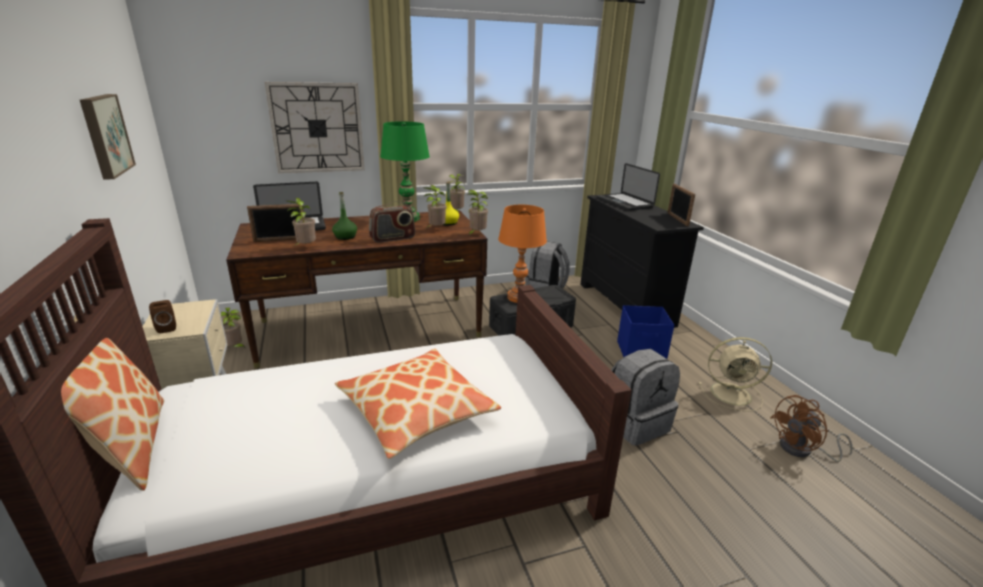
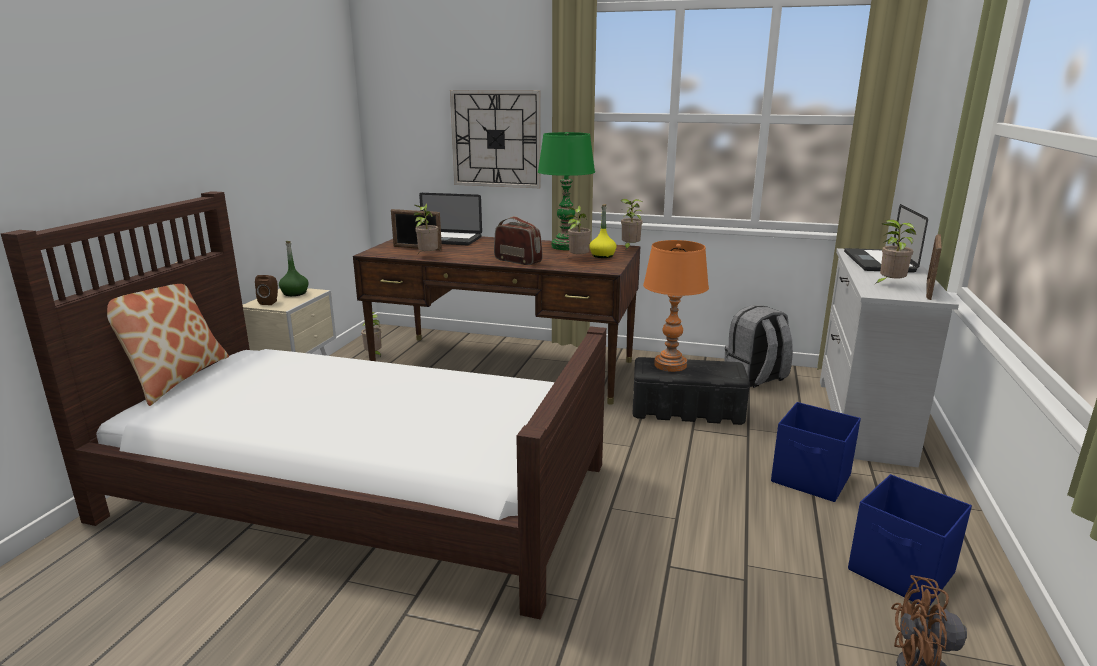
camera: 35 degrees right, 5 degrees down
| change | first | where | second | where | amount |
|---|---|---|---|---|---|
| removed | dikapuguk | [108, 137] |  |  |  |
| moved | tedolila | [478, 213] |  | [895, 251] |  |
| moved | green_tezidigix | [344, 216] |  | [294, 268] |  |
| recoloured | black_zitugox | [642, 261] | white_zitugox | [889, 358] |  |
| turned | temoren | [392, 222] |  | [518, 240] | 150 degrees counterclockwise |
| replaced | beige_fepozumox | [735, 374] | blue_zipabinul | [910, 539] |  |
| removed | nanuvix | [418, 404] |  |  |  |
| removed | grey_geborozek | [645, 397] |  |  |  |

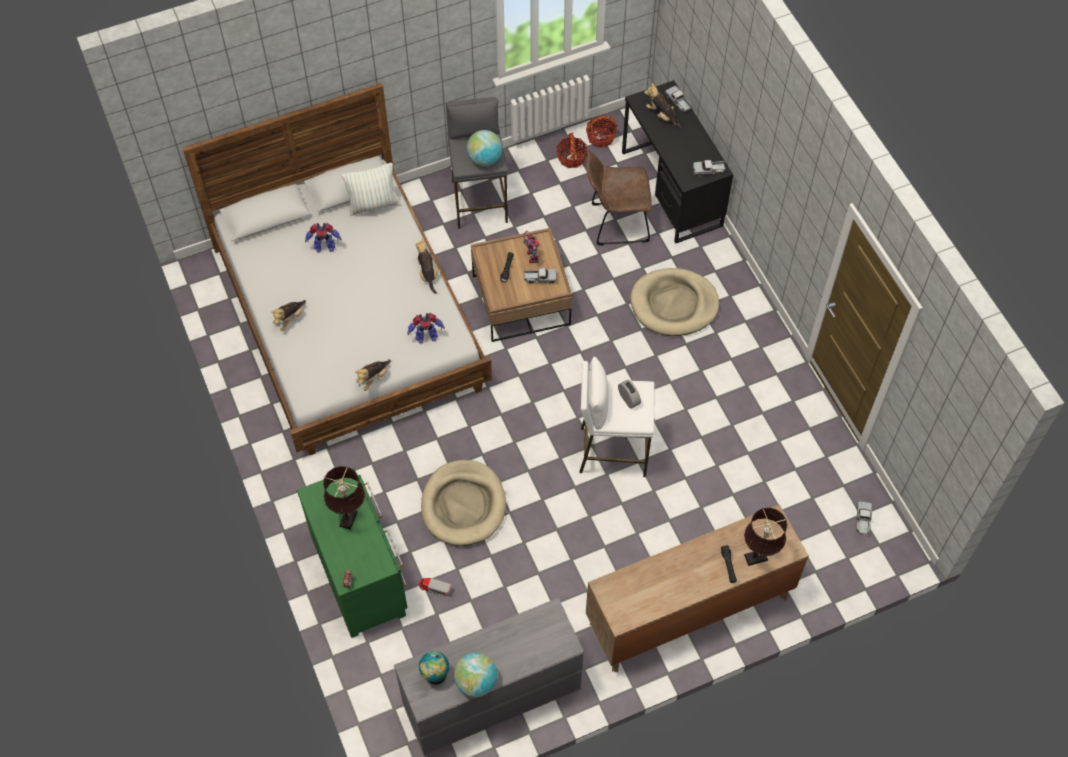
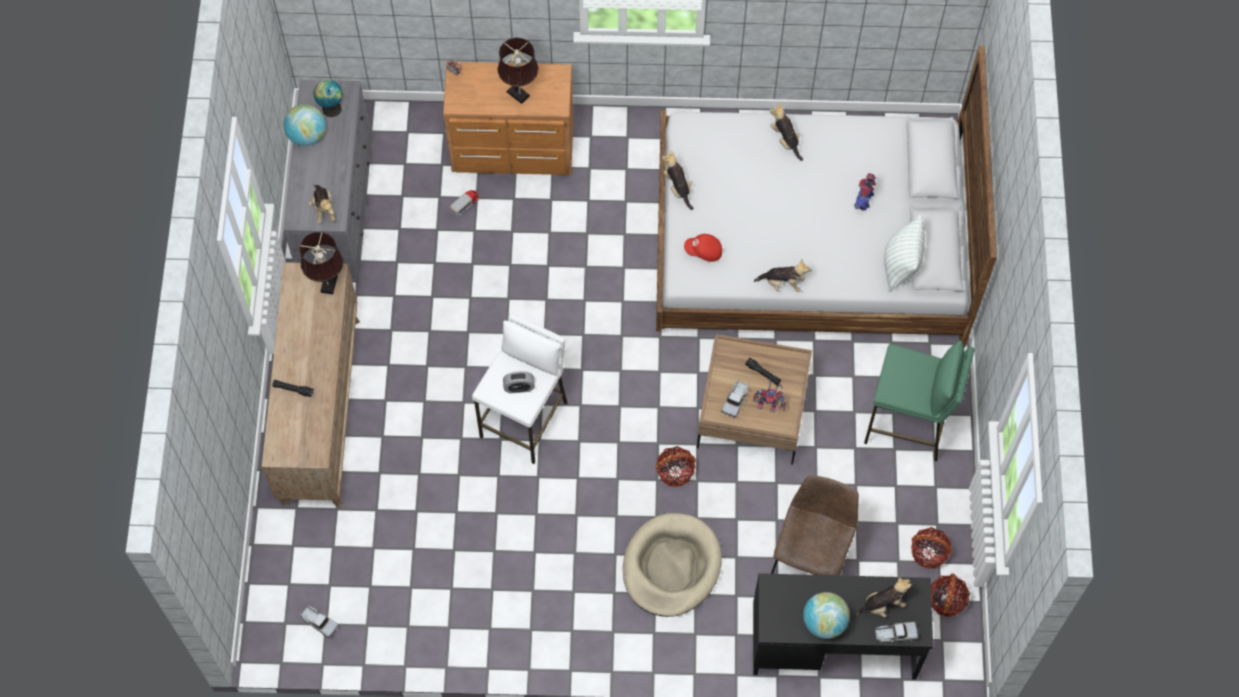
camera: 115 degrees right, 5 degrees up
| change | first | where | second | where | amount |
|---|---|---|---|---|---|
| recoloured | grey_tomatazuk | [477, 163] | green_tomatazuk | [919, 400] |  |
| moved | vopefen | [484, 148] |  | [826, 615] |  |
| removed | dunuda | [709, 168] |  |  |  |
| replaced | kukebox | [426, 328] | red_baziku | [703, 248] |  |
| removed | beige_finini | [463, 503] |  |  |  |
| recoloured | green_zitugox | [352, 553] | brown_zitugox | [508, 118] |  |
| moved | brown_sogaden | [765, 537] |  | [321, 263] |  |
| added |  |  | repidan | [321, 204] |  |
| added |  |  | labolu | [675, 466] |  |

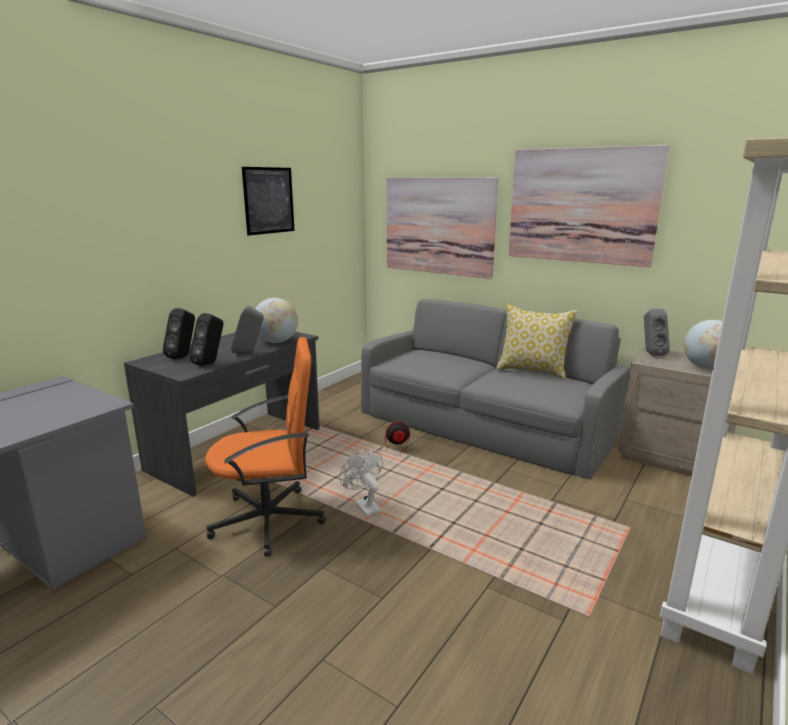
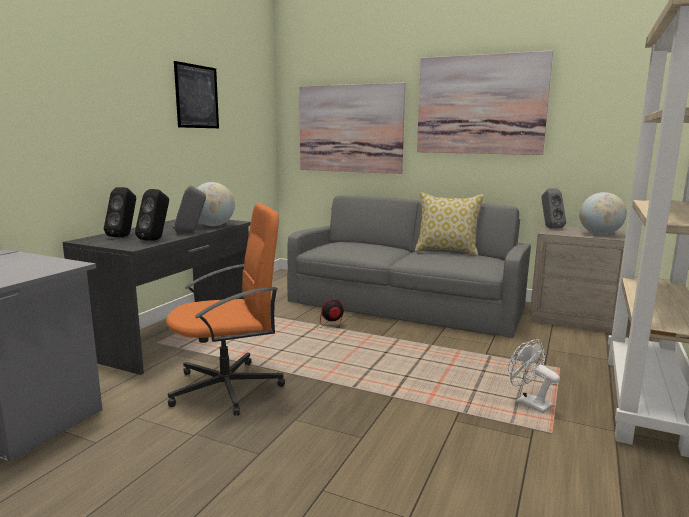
camera: 10 degrees left, 5 degrees down
| change | first | where | second | where | amount |
|---|---|---|---|---|---|
| moved | white_fepozumox | [361, 483] |  | [534, 376] |  |

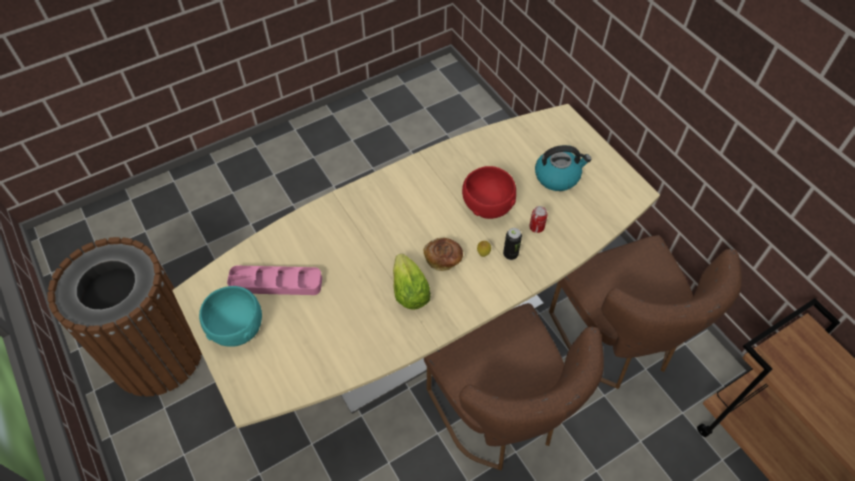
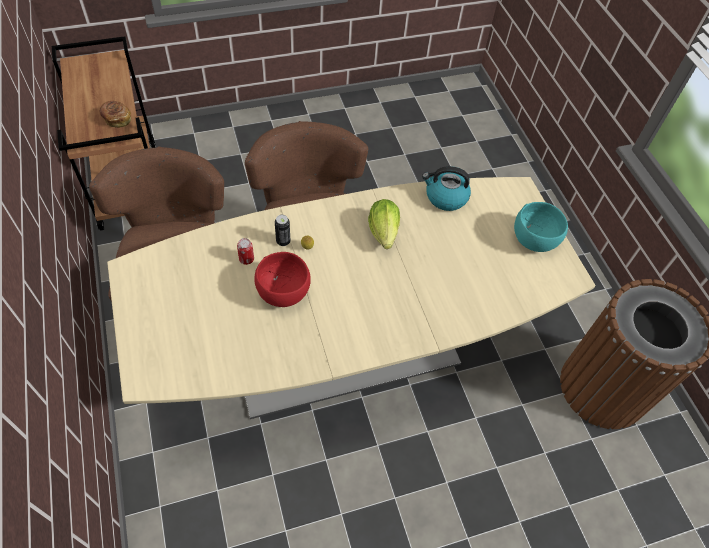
camera: 170 degrees left, 0 degrees up
| change | first | where | second | where | amount |
|---|---|---|---|---|---|
| moved | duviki | [563, 168] |  | [446, 188] |  |
| moved | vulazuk | [443, 254] |  | [115, 114] |  |
| removed | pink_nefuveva | [274, 280] |  |  |  |

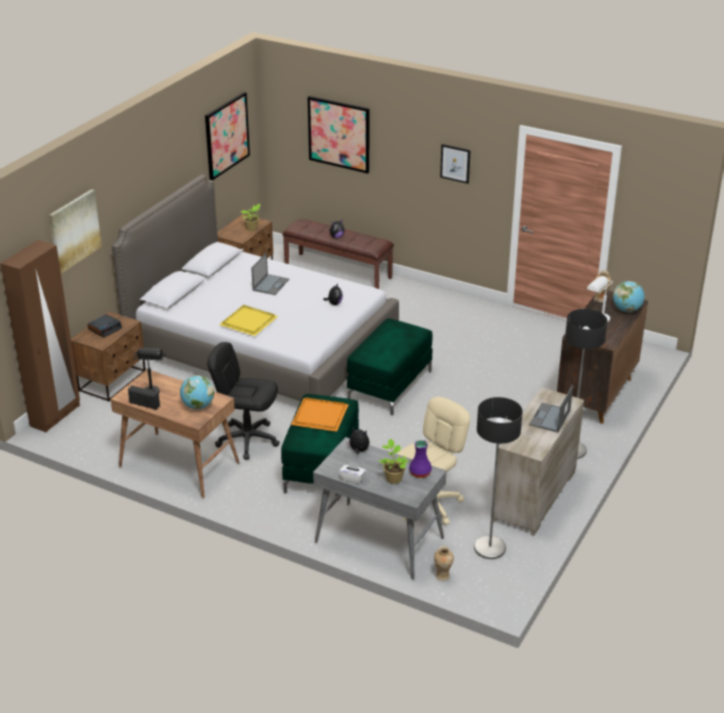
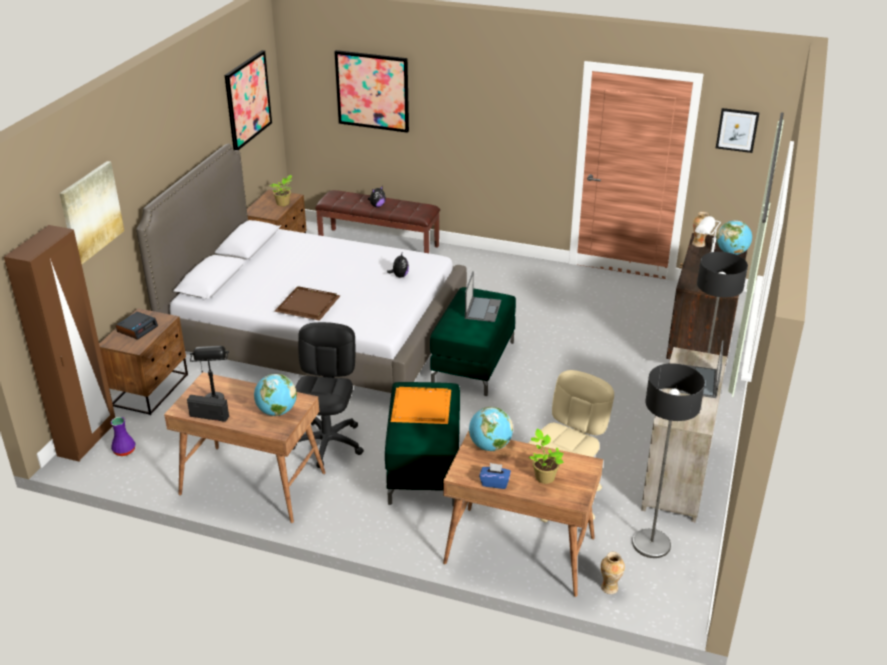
camera: 10 degrees left, 0 degrees up
| change | first | where | second | where | amount |
|---|---|---|---|---|---|
| moved | dikapuguk | [455, 164] |  | [738, 130] |  |
| moved | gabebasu | [270, 274] |  | [483, 296] |  |
| recoloured | yellow_nefuveva | [248, 320] | brown_nefuveva | [307, 303] |  |
| turned | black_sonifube | [243, 401] |  | [328, 395] | 90 degrees clockwise |
| replaced | repidan | [358, 441] | vopefen | [491, 429] |  |
| recoloured | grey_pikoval | [379, 508] | brown_pikoval | [523, 514] |  |
| moved | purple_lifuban | [420, 459] |  | [123, 436] |  |
| recoloured | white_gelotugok | [352, 473] | blue_gelotugok | [495, 476] |  |

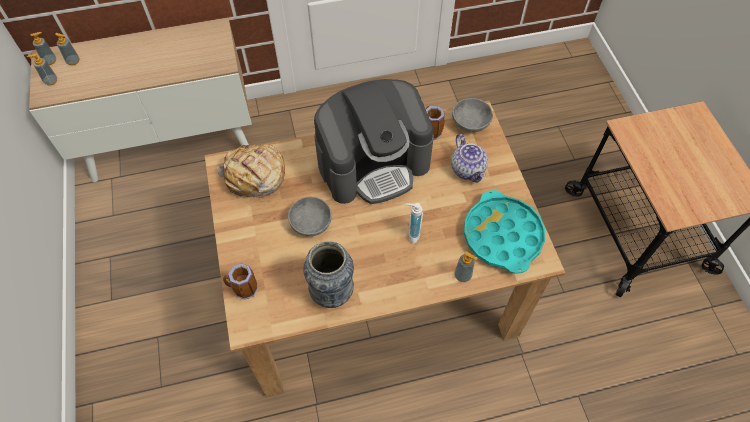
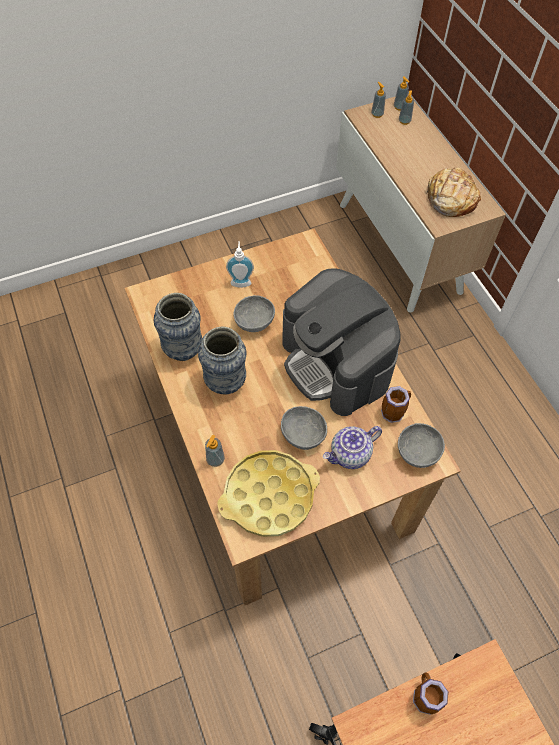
camera: 80 degrees right, 0 degrees up
| change | first | where | second | where | amount |
|---|---|---|---|---|---|
| moved | vulazuk | [251, 171] |  | [453, 192] |  |
| recoloured | turquoise_nefuveva | [504, 232] | yellow_nefuveva | [268, 493] |  |
| moved | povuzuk | [414, 223] |  | [240, 264] |  |
| moved | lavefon | [240, 281] |  | [430, 693] |  |
| added |  |  | lifuban | [222, 361] |  |
| added |  |  | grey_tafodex | [304, 428] |  |

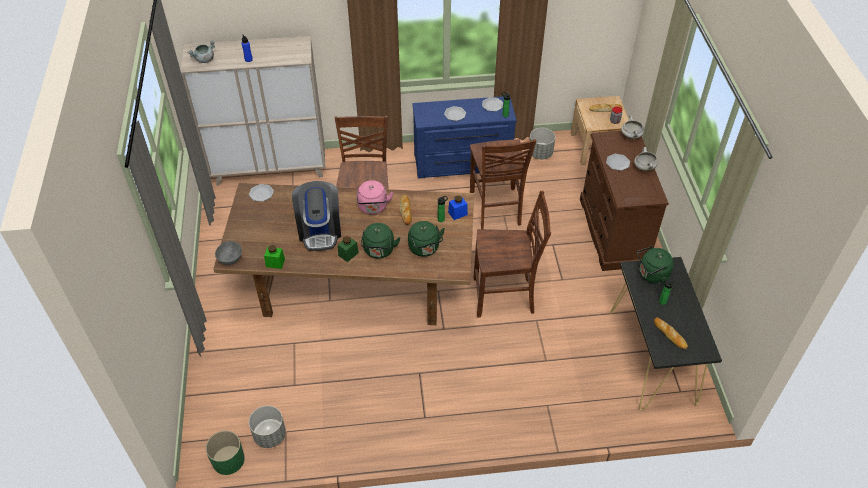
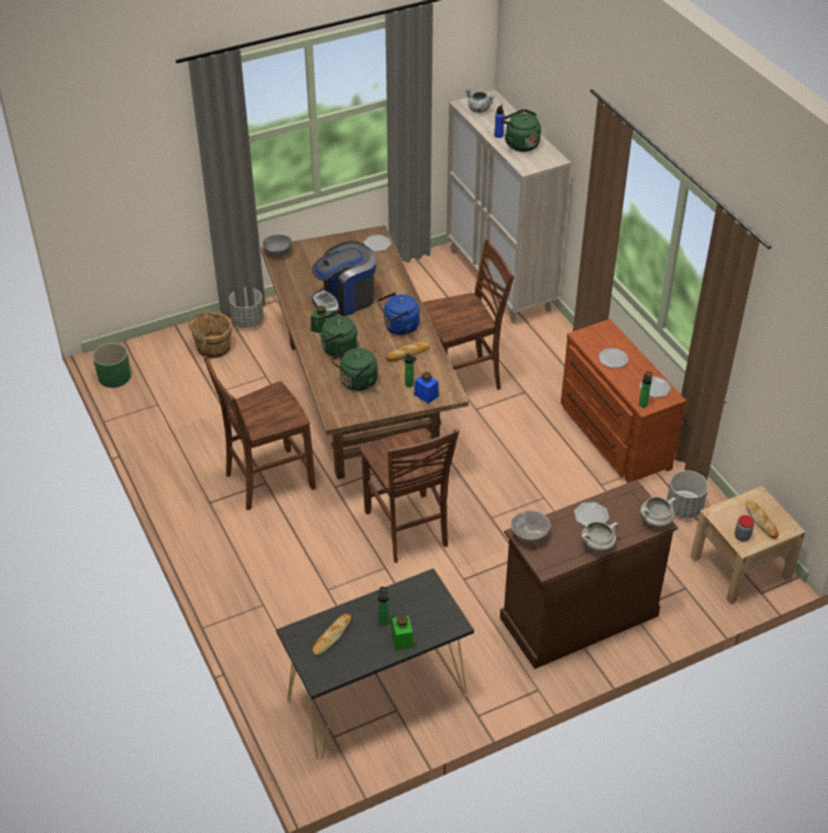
camera: 70 degrees right, 5 degrees down
| change | first | where | second | where | amount |
|---|---|---|---|---|---|
| recoloured | blue_zitugox | [465, 137] | brown_zitugox | [623, 401] |  |
| moved | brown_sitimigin | [503, 184] |  | [259, 432] |  |
| recoloured | pink_duviki | [375, 197] | blue_duviki | [398, 313] |  |
| moved | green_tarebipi | [274, 257] |  | [402, 632] |  |
| moved | green_duviki | [655, 265] |  | [520, 130] |  |
| moved | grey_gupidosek | [267, 427] |  | [246, 307] |  |
| added |  |  | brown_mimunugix | [210, 334] |  |
| added |  |  | grey_tafodex | [531, 526] |  |

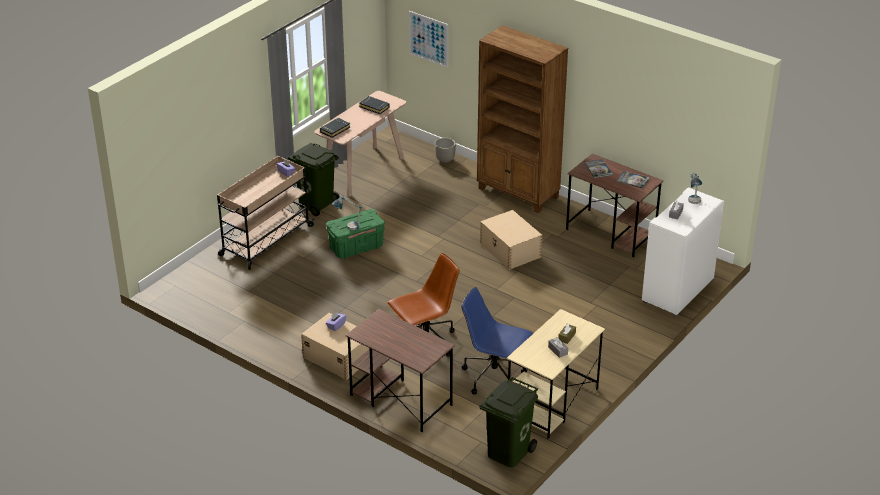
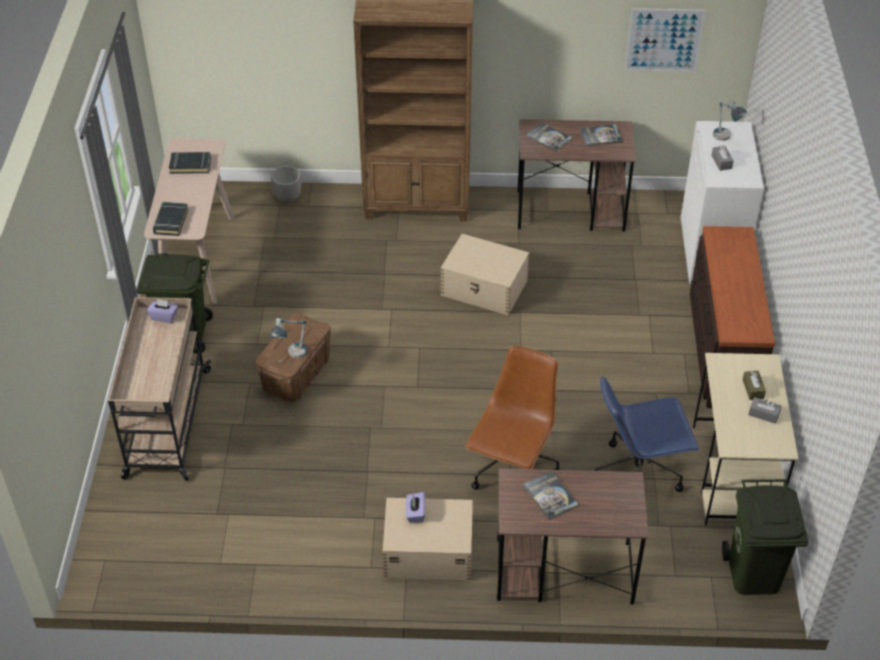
camera: 35 degrees left, 10 degrees up
| change | first | where | second | where | amount |
|---|---|---|---|---|---|
| moved | dikapuguk | [428, 39] |  | [665, 40] |  |
| recoloured | green_zipabinul | [355, 234] | brown_zipabinul | [293, 357] |  |
| added |  |  | brown_zitugox | [732, 317] |  |
| added |  |  | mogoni | [551, 495] |  |

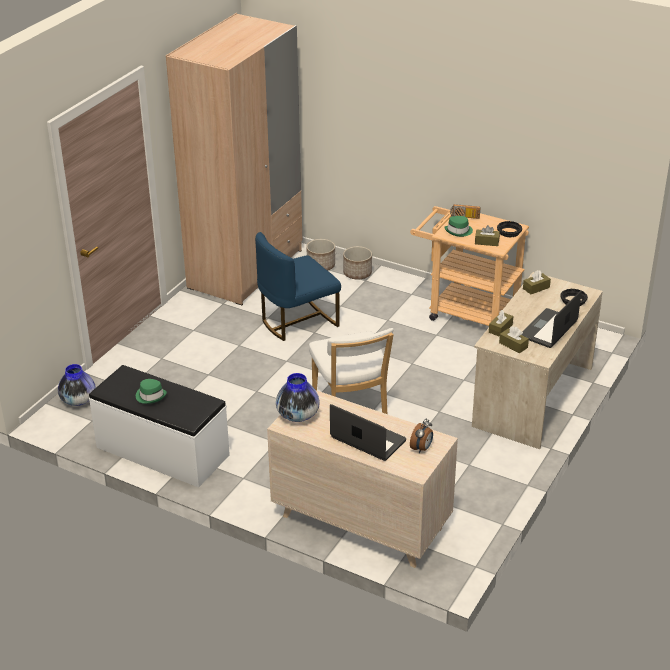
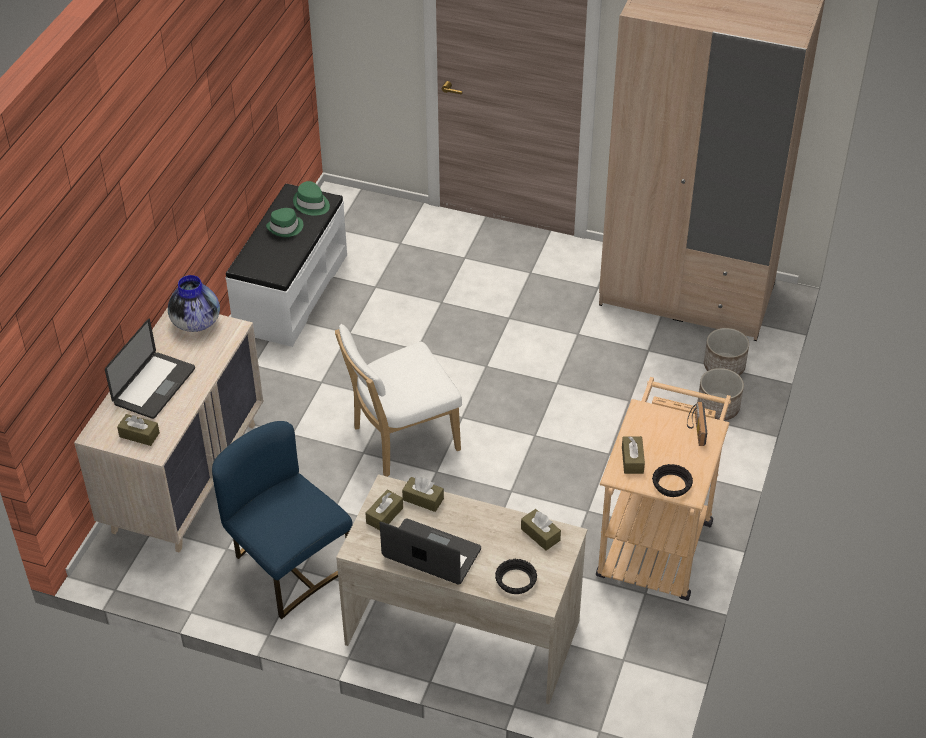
camera: 80 degrees right, 10 degrees up
| change | first | where | second | where | amount |
|---|---|---|---|---|---|
| moved | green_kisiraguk | [458, 226] |  | [311, 198] |  |
| moved | blue_sitimigin | [298, 286] |  | [282, 520] |  |
| removed | lifuban | [77, 385] |  |  |  |
| replaced | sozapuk | [421, 436] | brown_gelotugok | [138, 430] |  |

